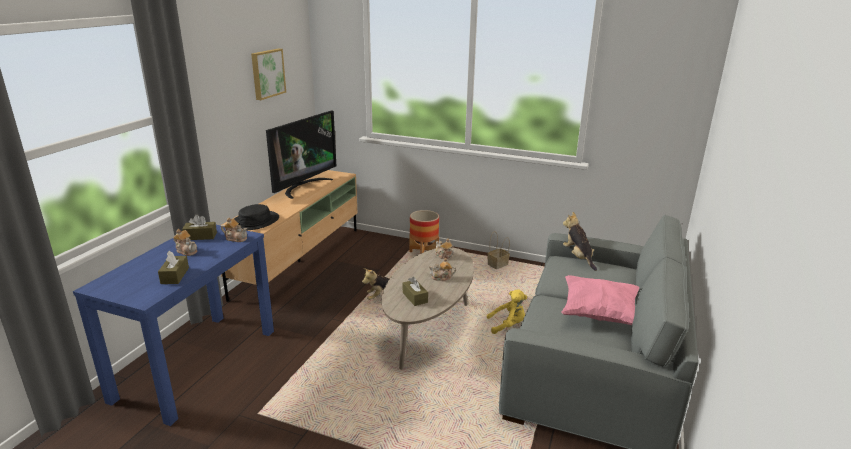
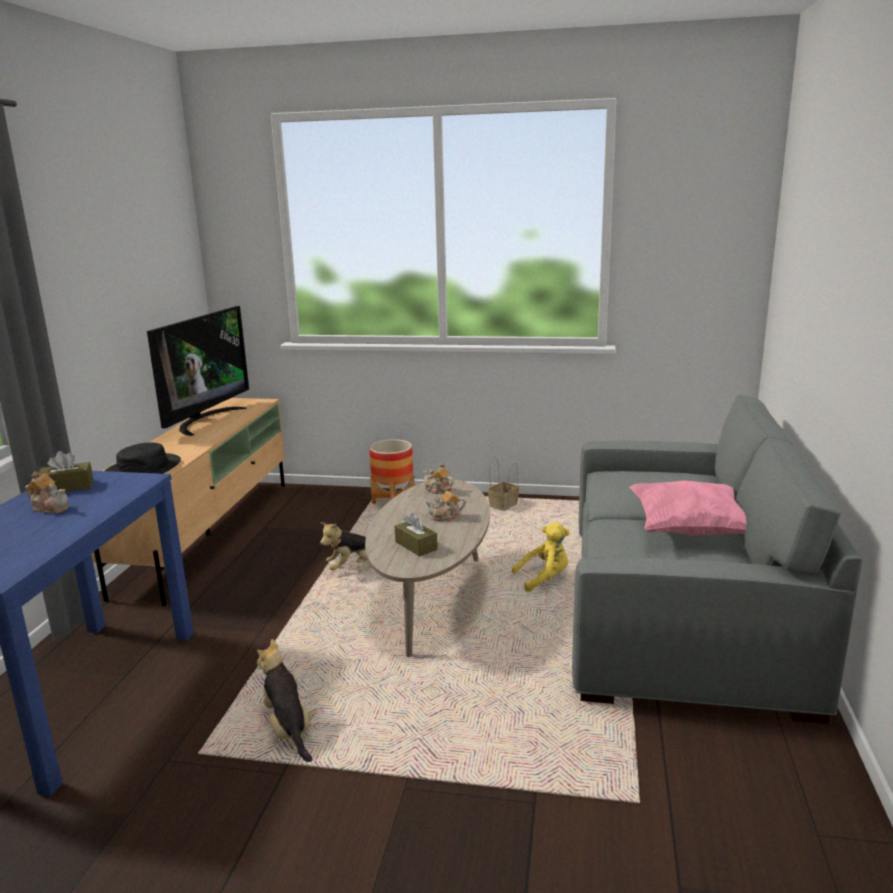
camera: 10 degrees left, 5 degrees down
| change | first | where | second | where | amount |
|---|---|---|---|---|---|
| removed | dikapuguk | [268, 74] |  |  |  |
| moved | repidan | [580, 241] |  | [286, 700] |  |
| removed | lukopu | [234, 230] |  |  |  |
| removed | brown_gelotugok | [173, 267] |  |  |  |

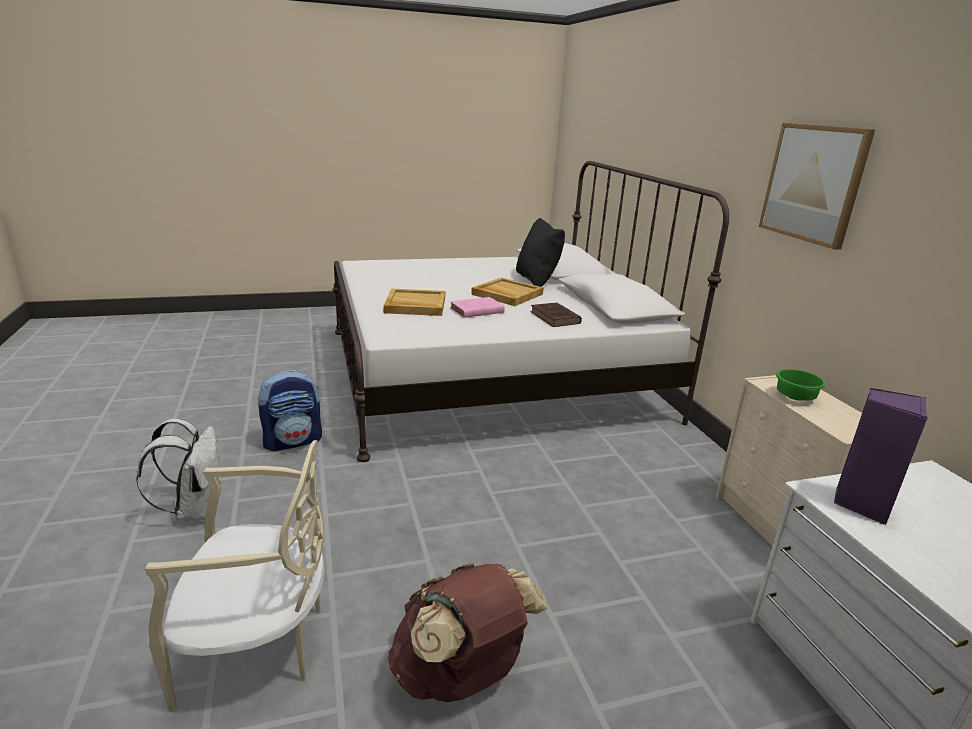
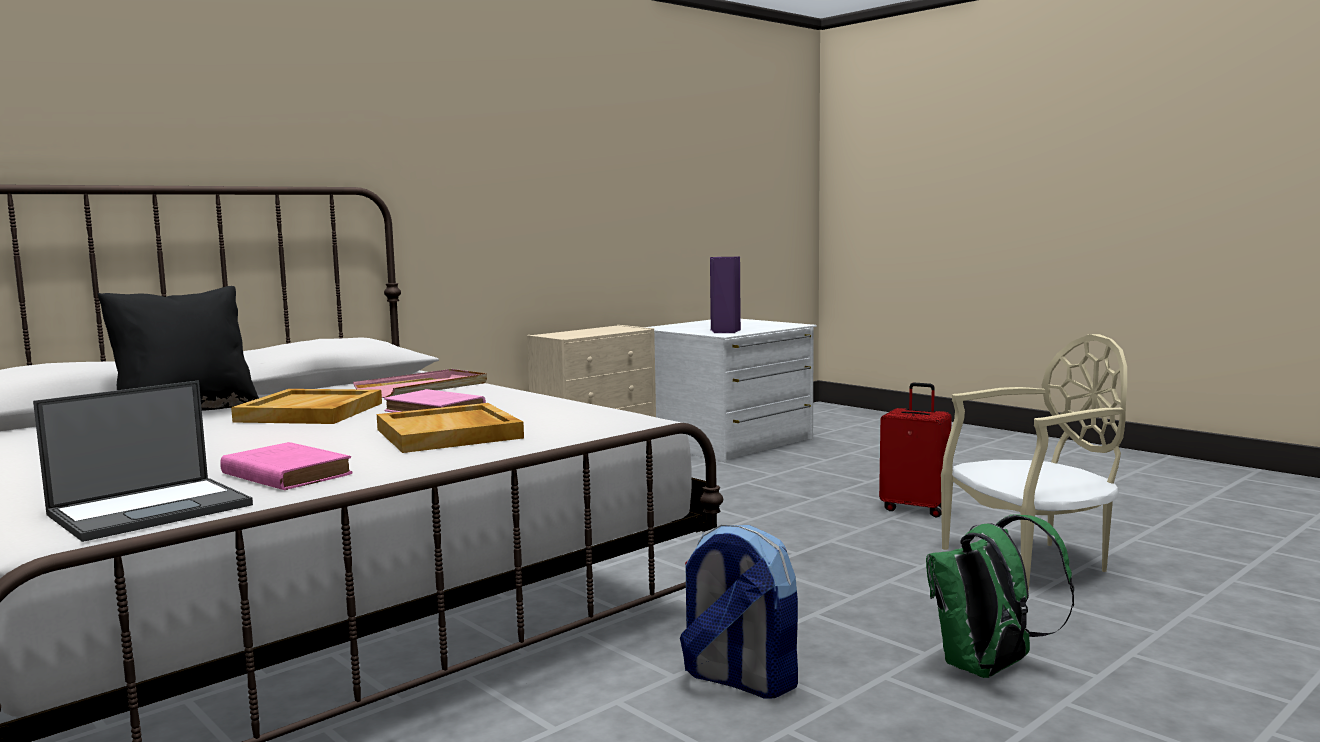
camera: 115 degrees left, 15 degrees down
| change | first | where | second | where | amount |
|---|---|---|---|---|---|
| removed | dikapuguk | [817, 186] |  |  |  |
| replaced | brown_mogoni | [556, 314] | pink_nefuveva | [420, 383] |  |
| removed | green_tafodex | [801, 385] |  |  |  |
| recoloured | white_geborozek | [177, 470] | green_geborozek | [1000, 596] |  |
| turned | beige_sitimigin | [235, 576] |  | [1034, 464] | 105 degrees clockwise |
| replaced | brown_geborozek | [468, 632] | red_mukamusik | [915, 450] |  |
| added |  |  | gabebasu | [143, 461] |  |
| added |  |  | pink_mogoni | [286, 466] |  |

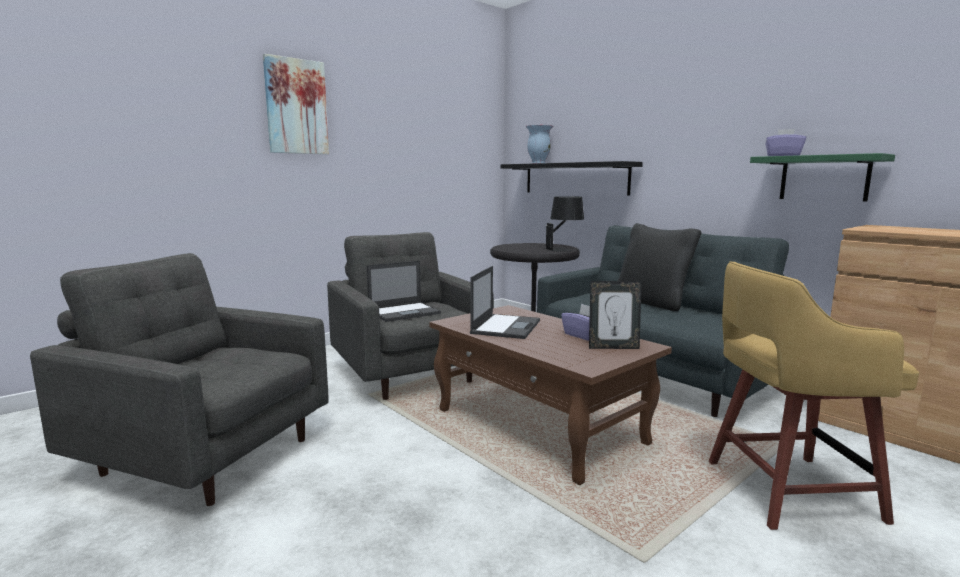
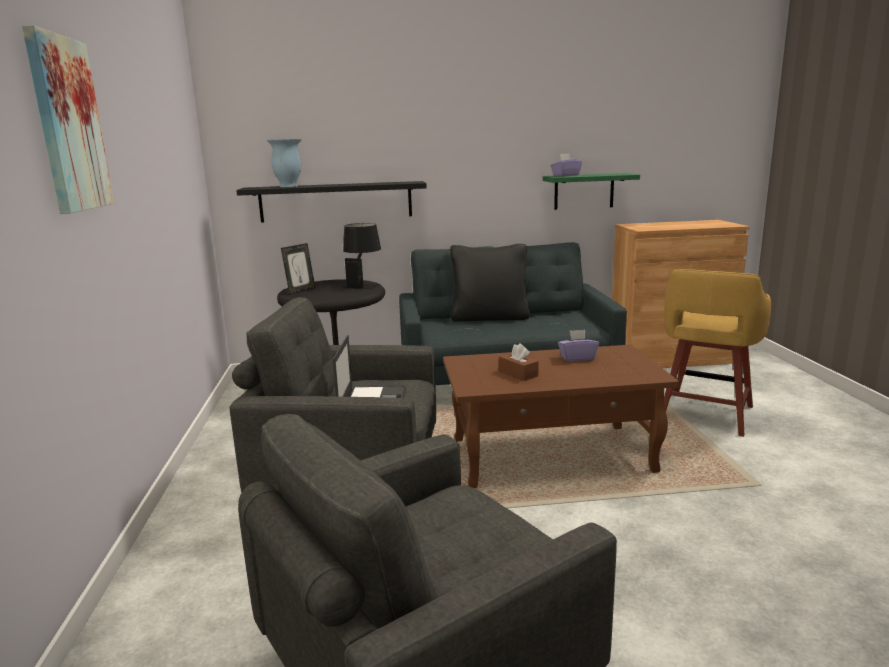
camera: 55 degrees left, 5 degrees up
| change | first | where | second | where | amount |
|---|---|---|---|---|---|
| replaced | gabebasu | [505, 302] | brown_gelotugok | [519, 362] |  |
| moved | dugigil | [615, 315] |  | [298, 269] |  |

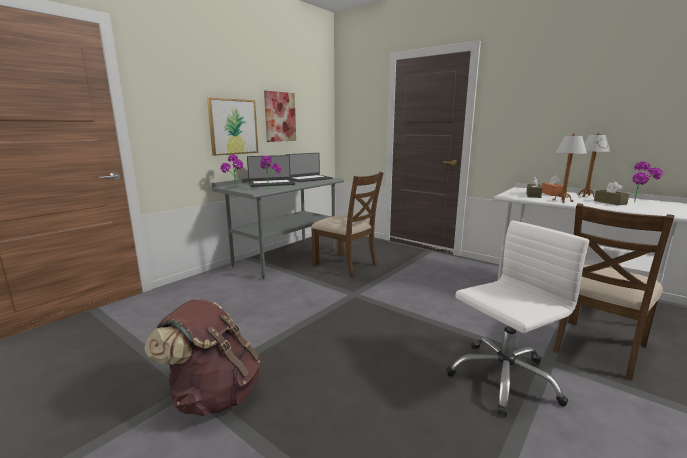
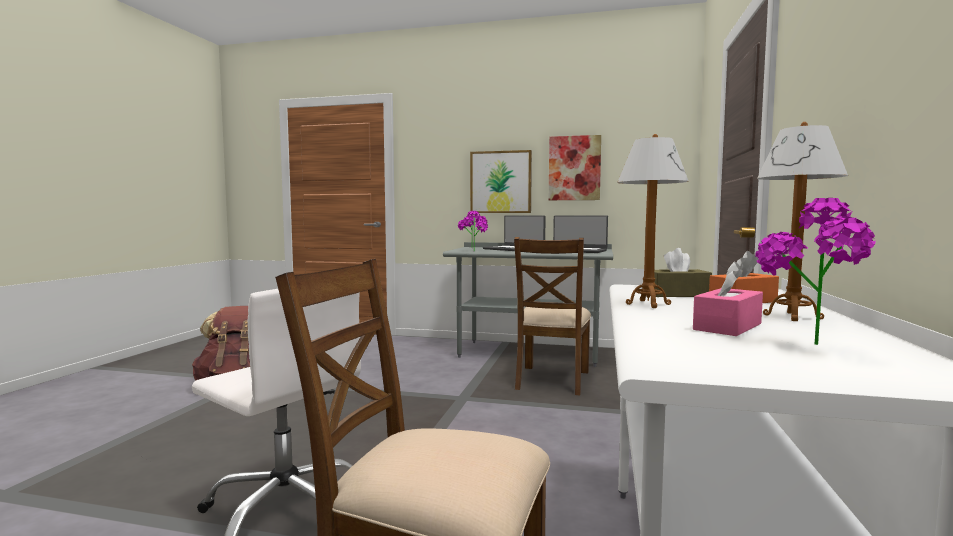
camera: 65 degrees right, 10 degrees down
| change | first | where | second | where | amount |
|---|---|---|---|---|---|
| recoloured | brown_gelotugok | [611, 194] | pink_gelotugok | [728, 298] |  |

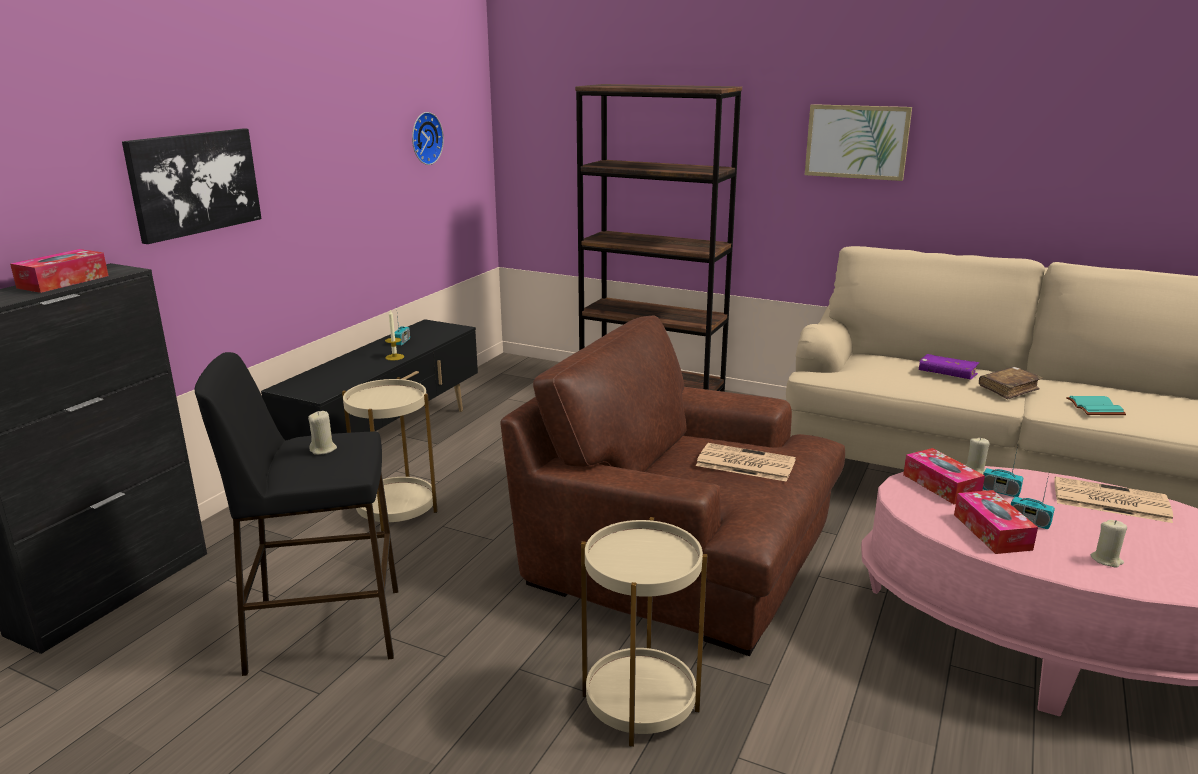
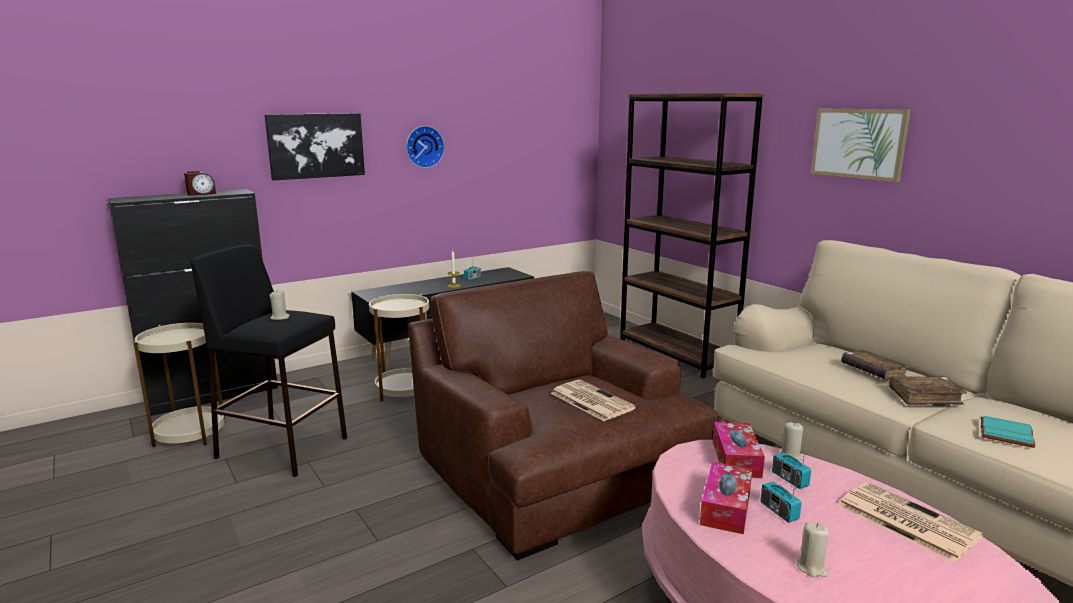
camera: 30 degrees right, 5 degrees down
| change | first | where | second | where | amount |
|---|---|---|---|---|---|
| moved | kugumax | [428, 138] |  | [425, 147] |  |
| replaced | gelotugok | [59, 271] | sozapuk | [200, 183] |  |
| recoloured | purple_mogoni | [948, 367] | brown_mogoni | [875, 365] |  |
| moved | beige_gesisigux | [644, 632] |  | [179, 385] |  |

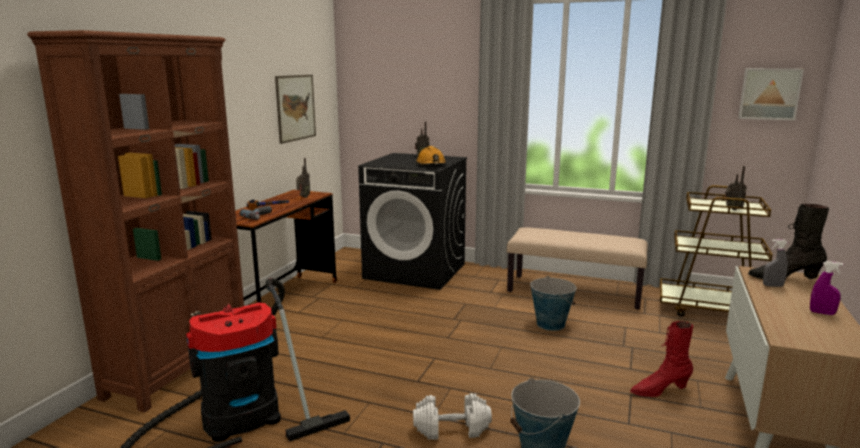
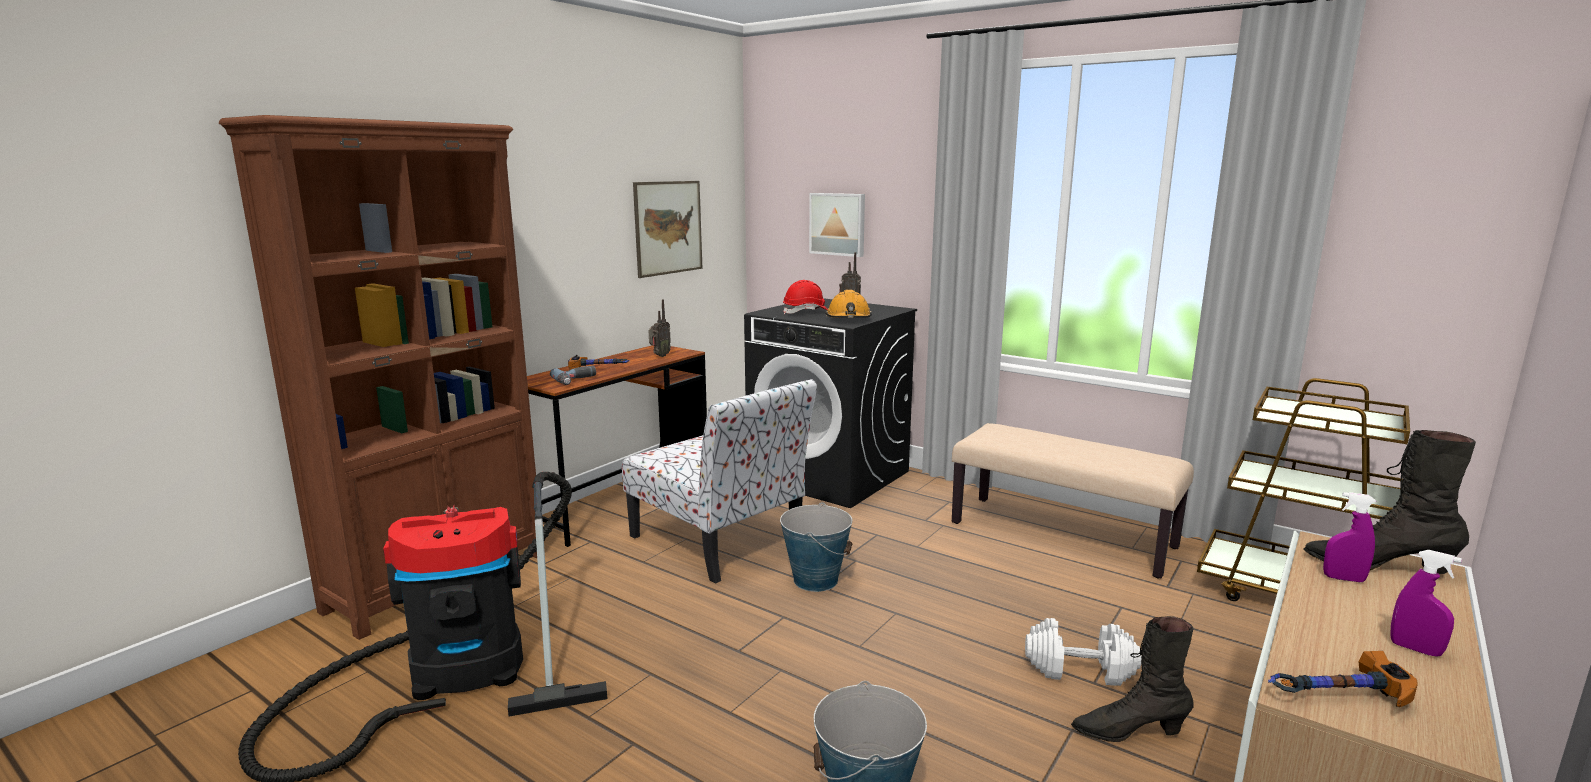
camera: 15 degrees right, 0 degrees up
| change | first | where | second | where | amount |
|---|---|---|---|---|---|
| moved | dikapuguk | [771, 94] |  | [837, 225] |  |
| removed | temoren | [736, 188] |  |  |  |
| recoloured | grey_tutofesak | [775, 263] | purple_tutofesak | [1349, 537] |  |
| moved | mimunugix | [553, 303] |  | [816, 547] |  |
| recoloured | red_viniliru | [661, 359] | black_viniliru | [1132, 679] |  |
| moved | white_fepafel | [452, 416] |  | [1083, 652] |  |
| added |  |  | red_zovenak | [805, 297] |  |
| added |  |  | sitimigin | [719, 481] |  |
| added |  |  | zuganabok | [1343, 679] |  |

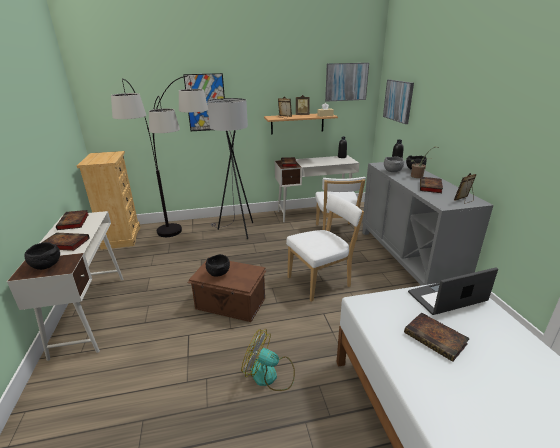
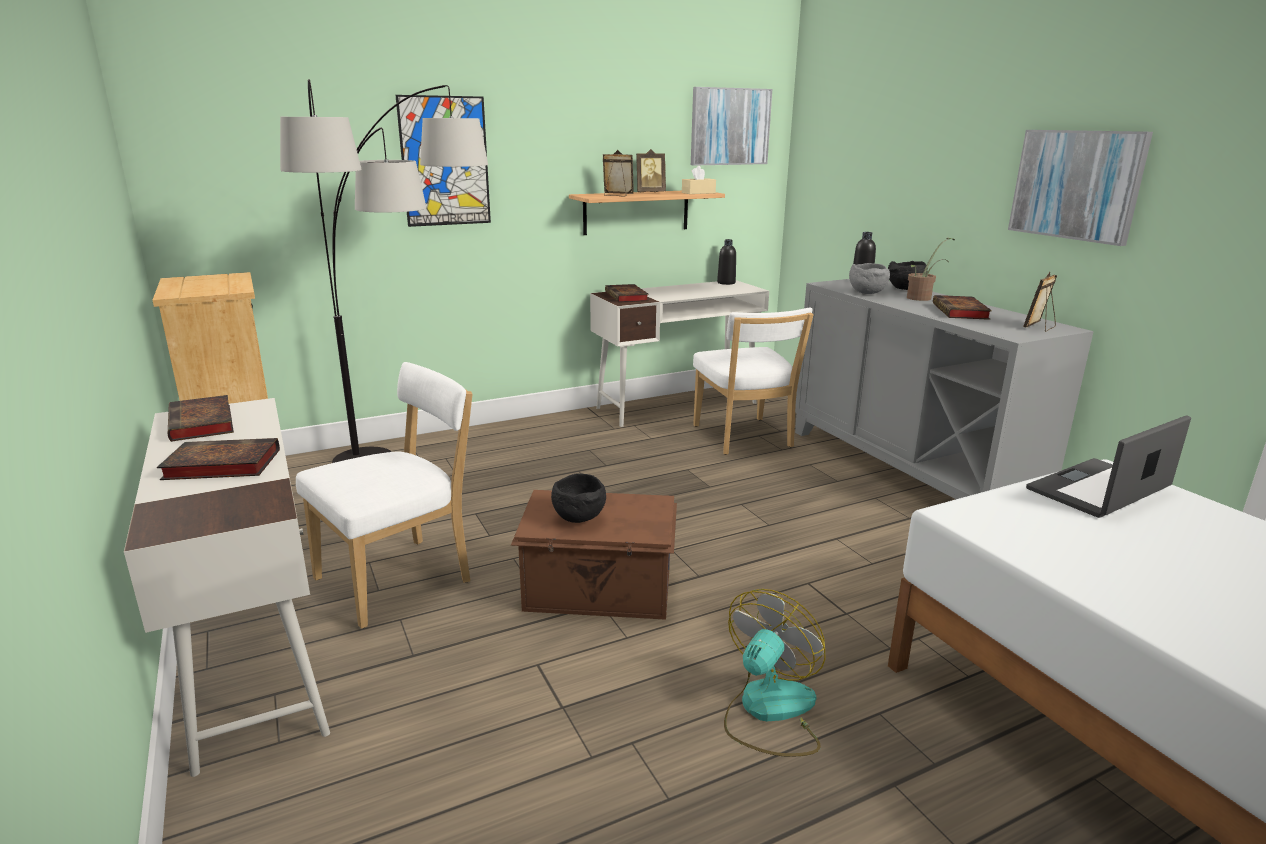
camera: 15 degrees left, 5 degrees down
| change | first | where | second | where | amount |
|---|---|---|---|---|---|
| moved | dikapuguk | [398, 102] |  | [1080, 188] |  |
| removed | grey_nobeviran | [230, 168] |  |  |  |
| moved | white_sitimigin | [325, 248] |  | [384, 495] |  |
| removed | black_tafodex | [42, 256] |  |  |  |
| removed | mogoni | [437, 337] |  |  |  |
| turned | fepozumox | [268, 360] |  | [774, 673] | 120 degrees clockwise |

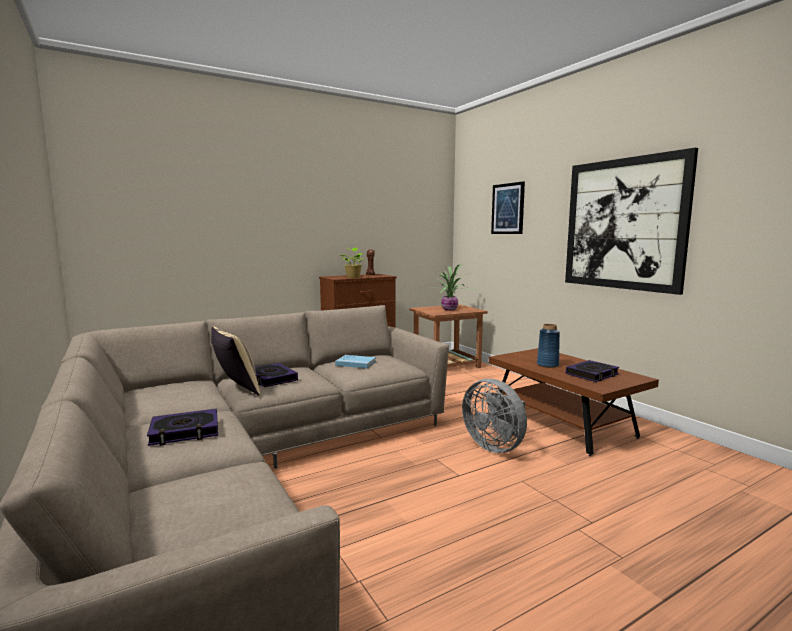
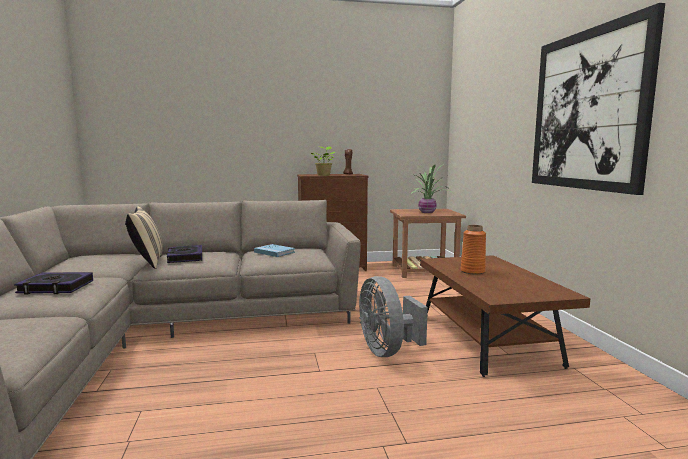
camera: 20 degrees right, 0 degrees up
| change | first | where | second | where | amount |
|---|---|---|---|---|---|
| removed | dikapuguk | [508, 207] |  |  |  |
| recoloured | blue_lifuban | [548, 346] | orange_lifuban | [473, 249] |  |
| removed | mogoni | [592, 371] |  |  |  |

